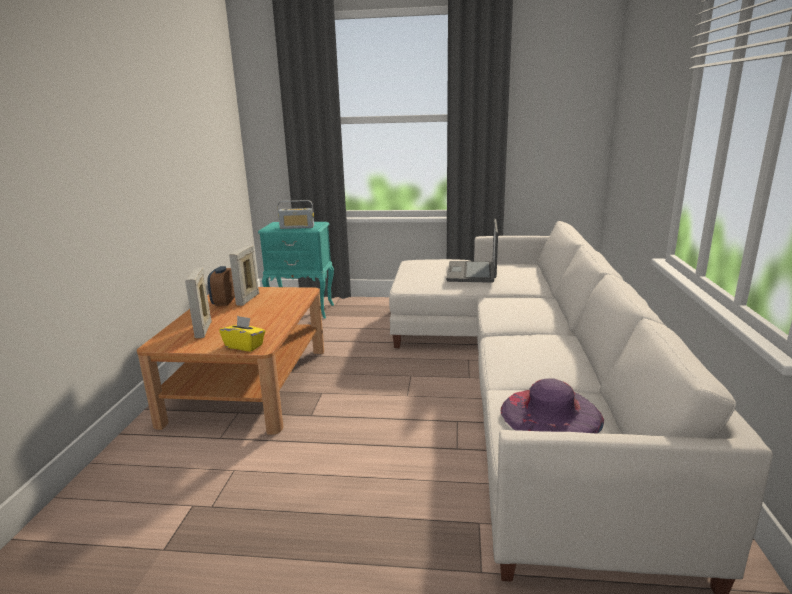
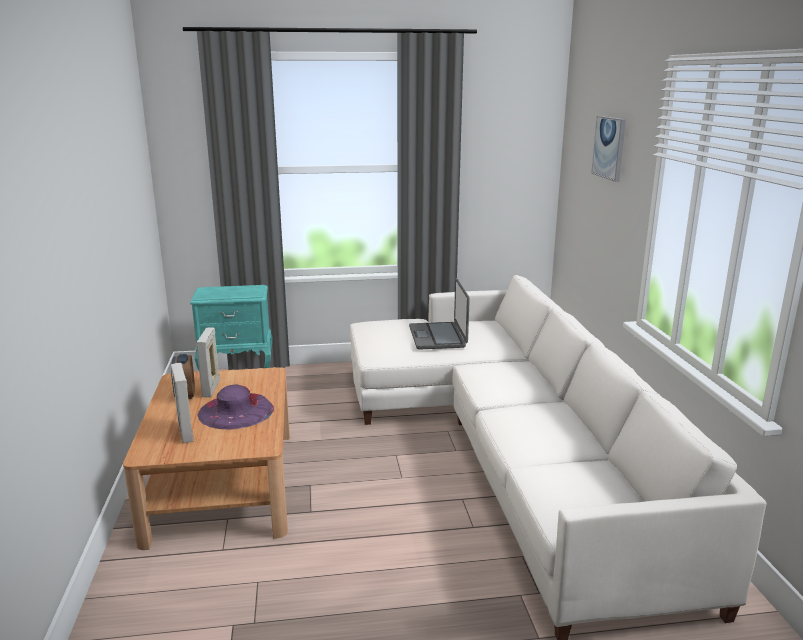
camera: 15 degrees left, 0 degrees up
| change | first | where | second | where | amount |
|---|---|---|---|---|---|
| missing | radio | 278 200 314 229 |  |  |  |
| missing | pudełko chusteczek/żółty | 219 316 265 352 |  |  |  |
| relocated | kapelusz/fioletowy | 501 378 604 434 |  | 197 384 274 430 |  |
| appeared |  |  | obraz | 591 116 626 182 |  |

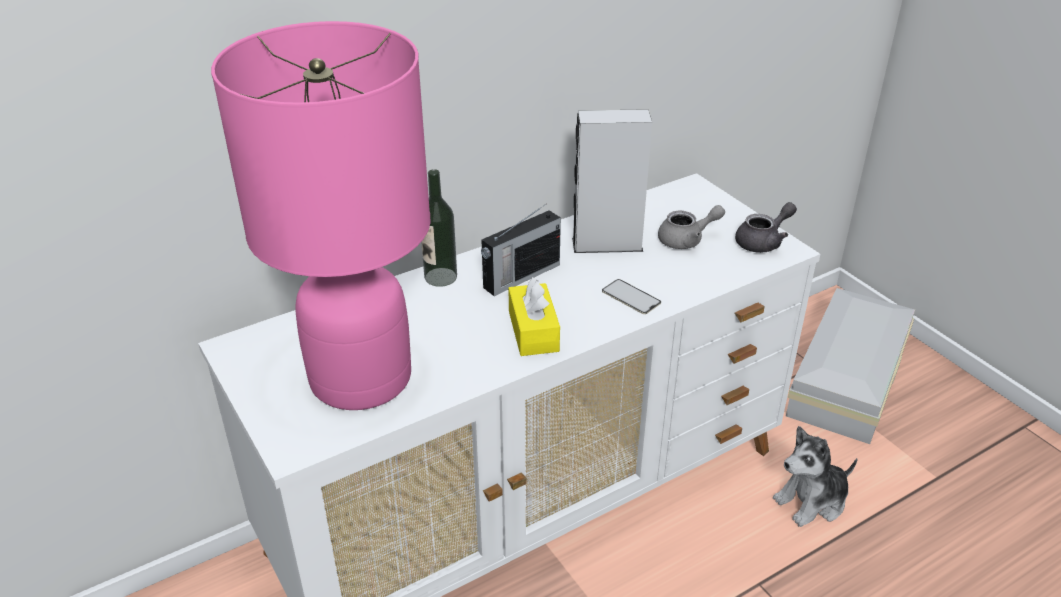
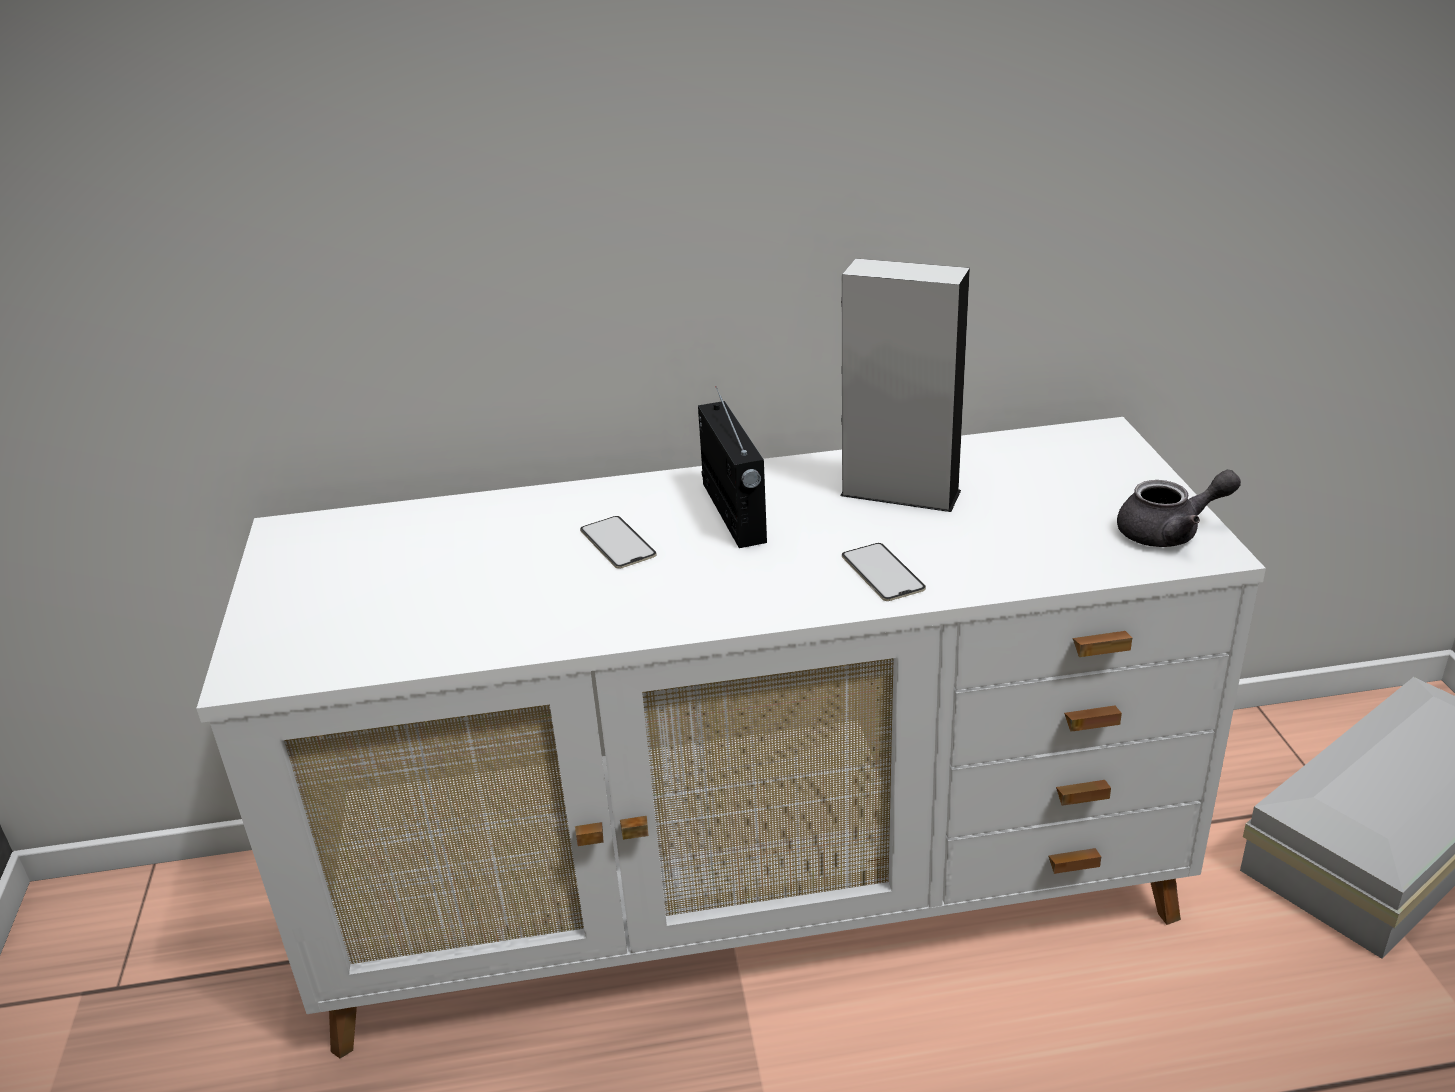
camera: 25 degrees right, 5 degrees down
| change | first | where | second | where | amount |
|---|---|---|---|---|---|
| missing | lampa stołowa/różowy | 211 21 430 410 |  |  |  |
| missing | butelka | 421 169 457 287 |  |  |  |
| spun | radio | 481 203 561 296 |  | 698 386 767 548 | 90 degrees counterclockwise |
| missing | imbryk/szary | 658 205 725 249 |  |  |  |
| missing | pudełko chusteczek/żółty | 508 277 560 356 |  |  |  |
| missing | pluszak | 773 426 858 527 |  |  |  |
| appeared |  |  | telefon | 580 516 657 569 |  |

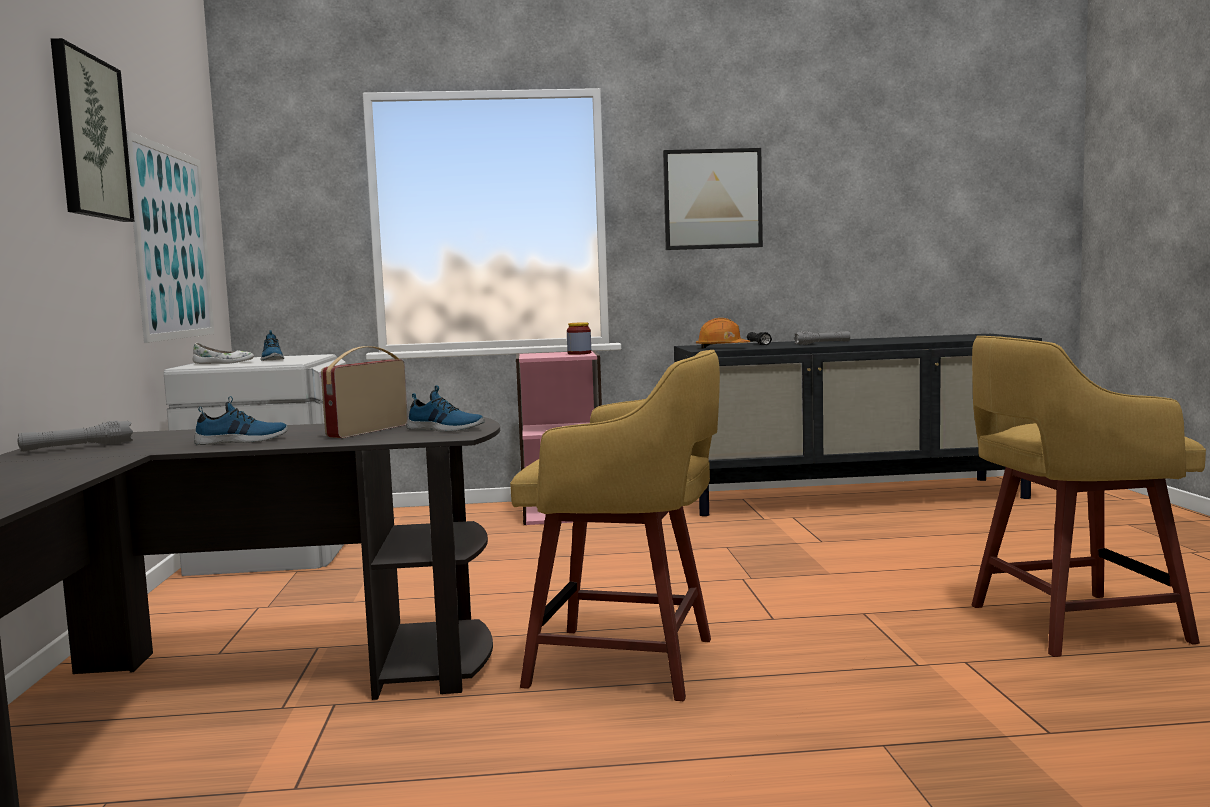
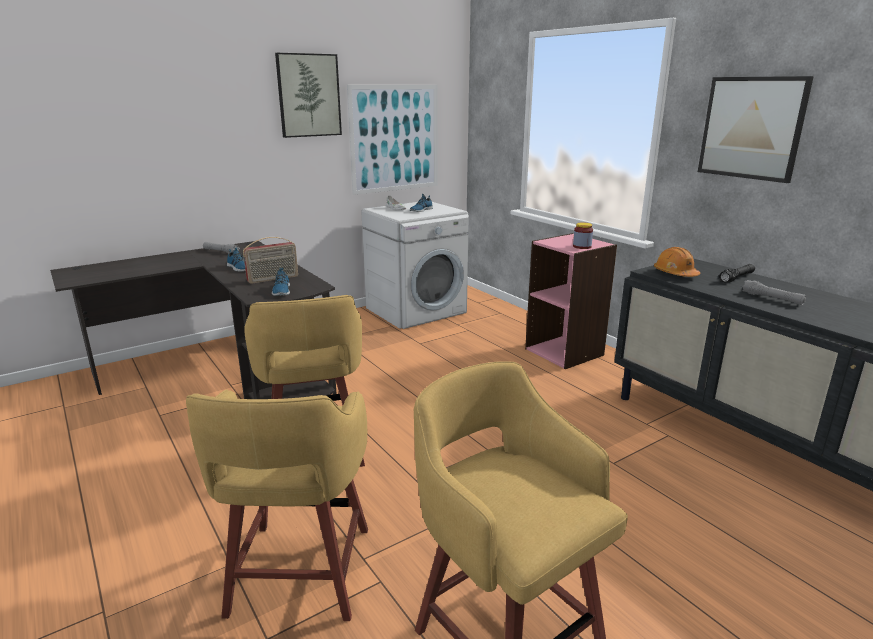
camera: 60 degrees right, 15 degrees up
| change | first | where | second | where | amount |
|---|---|---|---|---|---|
| spun | radio | 321 346 408 438 |  | 243 237 298 284 | 150 degrees clockwise |
| appeared |  |  | stołek/żółty | 186 390 368 621 |  |

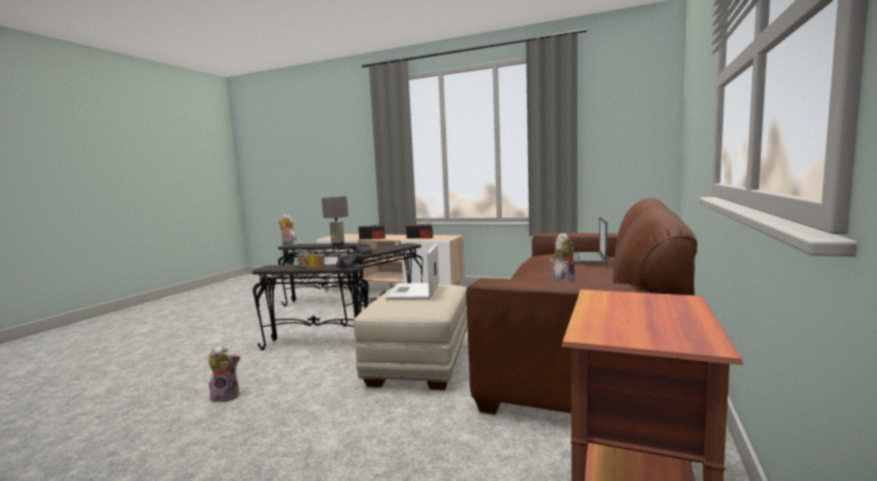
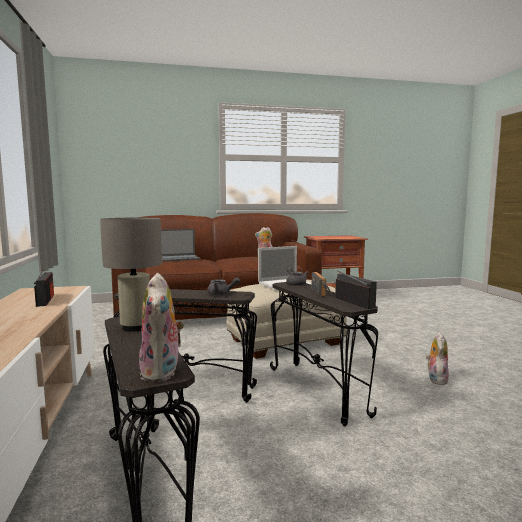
camera: 125 degrees left, 0 degrees up
| change | first | where | second | where | amount |
|---|---|---|---|---|---|
| relocated | radio | 358 224 385 239 |  | 335 270 377 309 |  |
| spun | pluszak | 208 346 240 403 |  | 426 332 449 385 | 60 degrees clockwise |

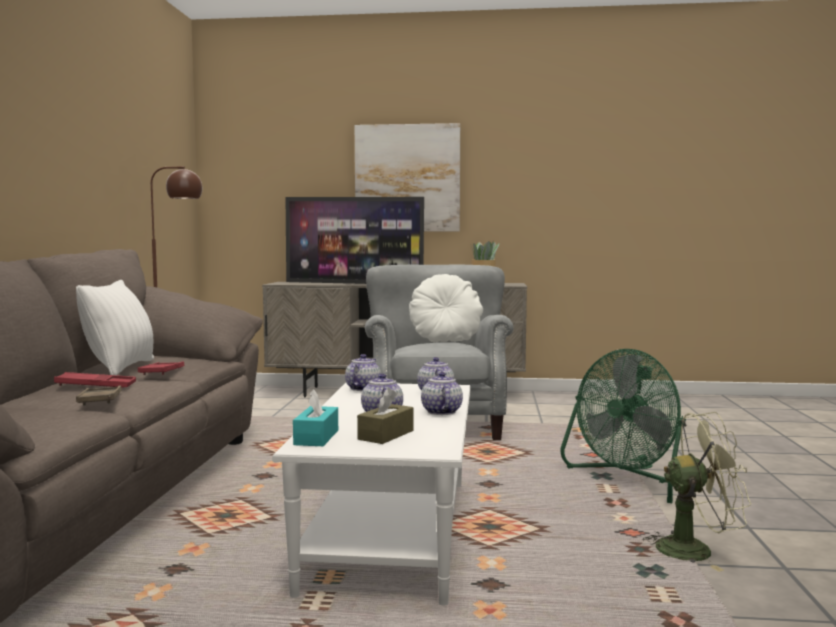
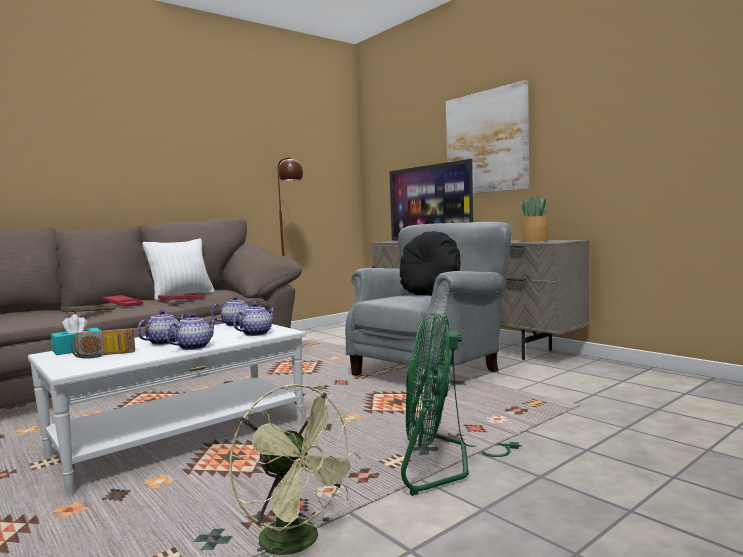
camera: 45 degrees right, 0 degrees up
| change | first | where | second | where | amount |
|---|---|---|---|---|---|
| colour | poduszka/biały | 409 274 483 342 | poduszka/czarny | 400 231 461 296 |  |
| exchanged | pudełko chusteczek/brązowy | 357 388 414 444 | radio | 71 328 135 359 |  |

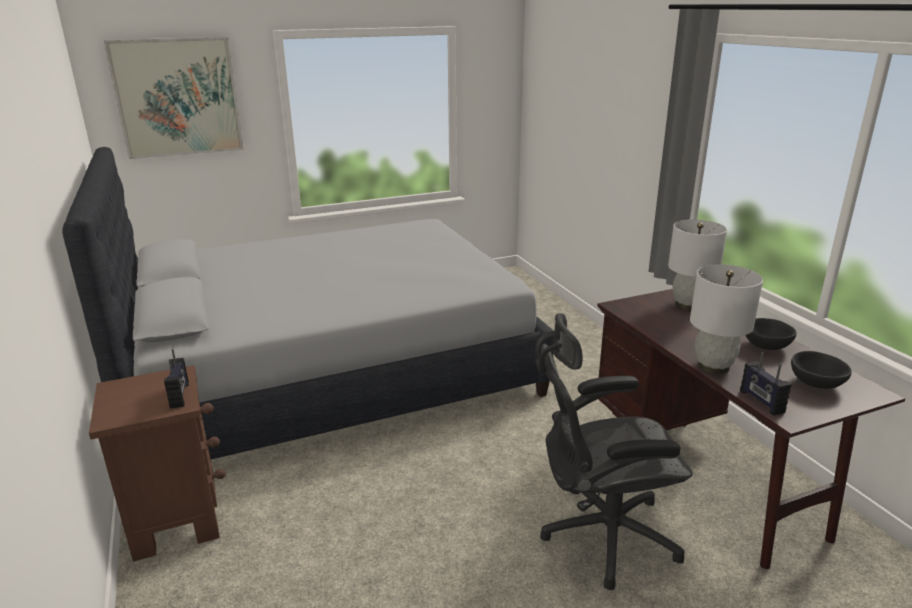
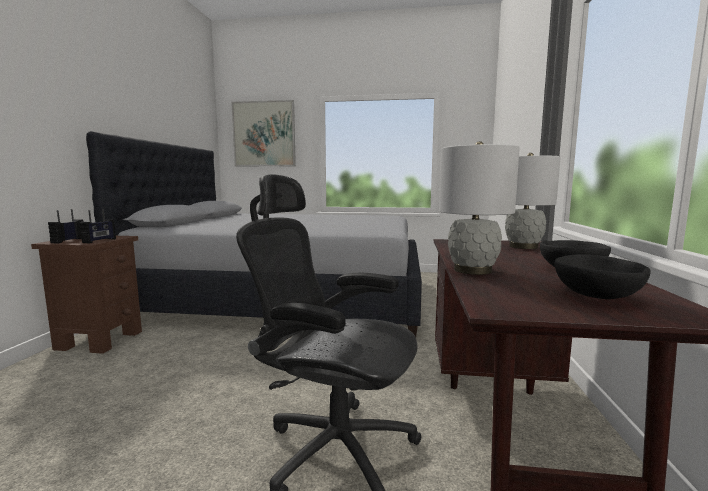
camera: 30 degrees right, 15 degrees down
| change | first | where | second | where | amount |
|---|---|---|---|---|---|
| relocated | radio | 740 352 792 416 |  | 48 209 83 243 |  |

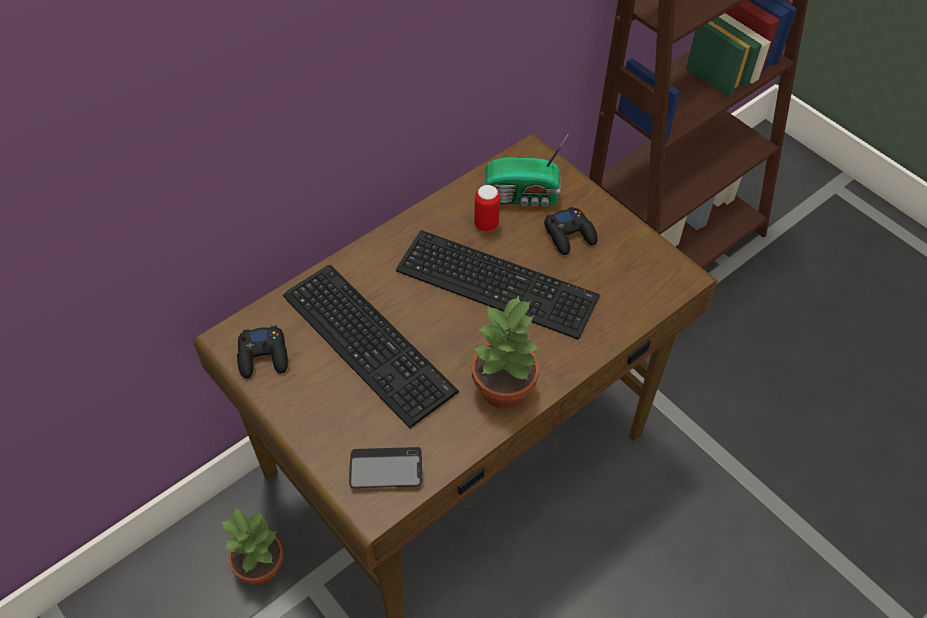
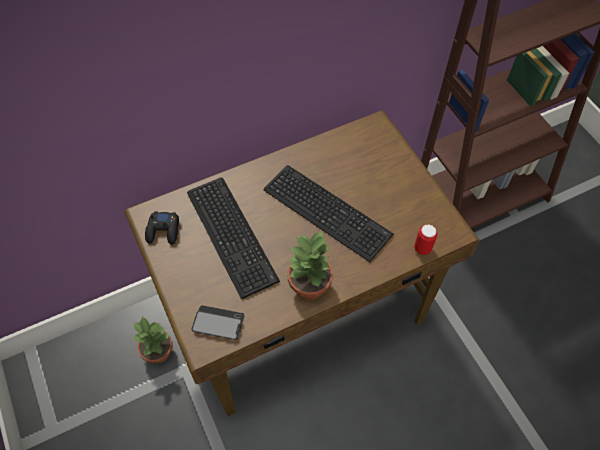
camera: 15 degrees right, 5 degrees up
| change | first | where | second | where | amount |
|---|---|---|---|---|---|
| missing | radio | 485 133 569 206 |  |  |  |
| relocated | puszka | 474 185 500 231 |  | 414 224 438 255 |  |
| missing | pad do gier/czarny | 544 207 598 255 |  |  |  |

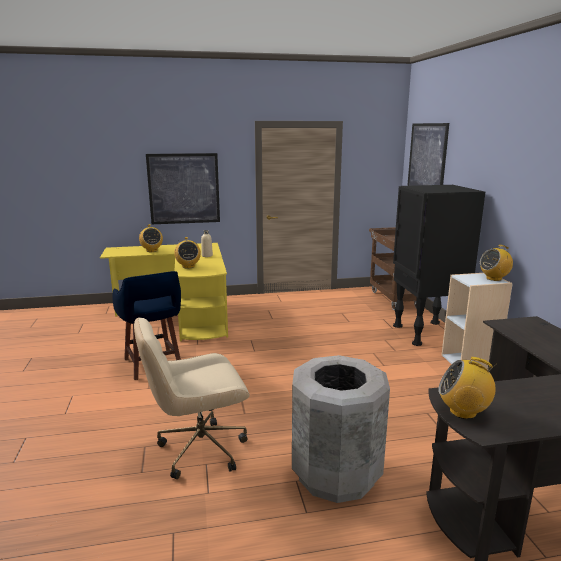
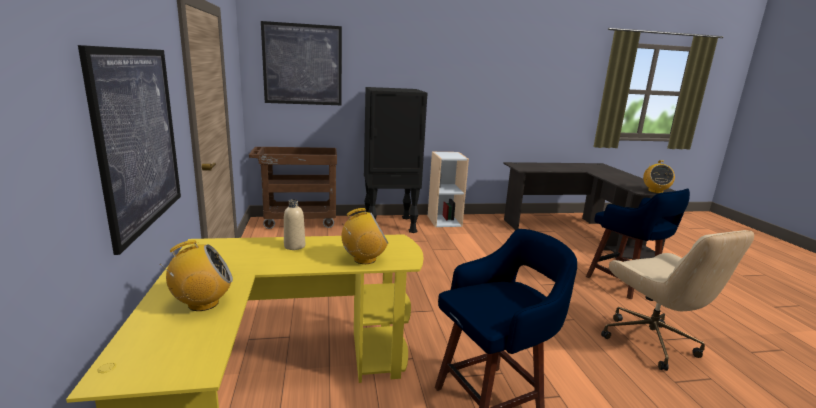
camera: 90 degrees left, 0 degrees up
| change | first | where | second | where | amount |
|---|---|---|---|---|---|
| missing | radio | 480 245 513 281 |  |  |  |
| exchanged | kosz na śmieci/szary | 292 355 390 503 | stołek/niebieski | 586 188 690 299 |  |

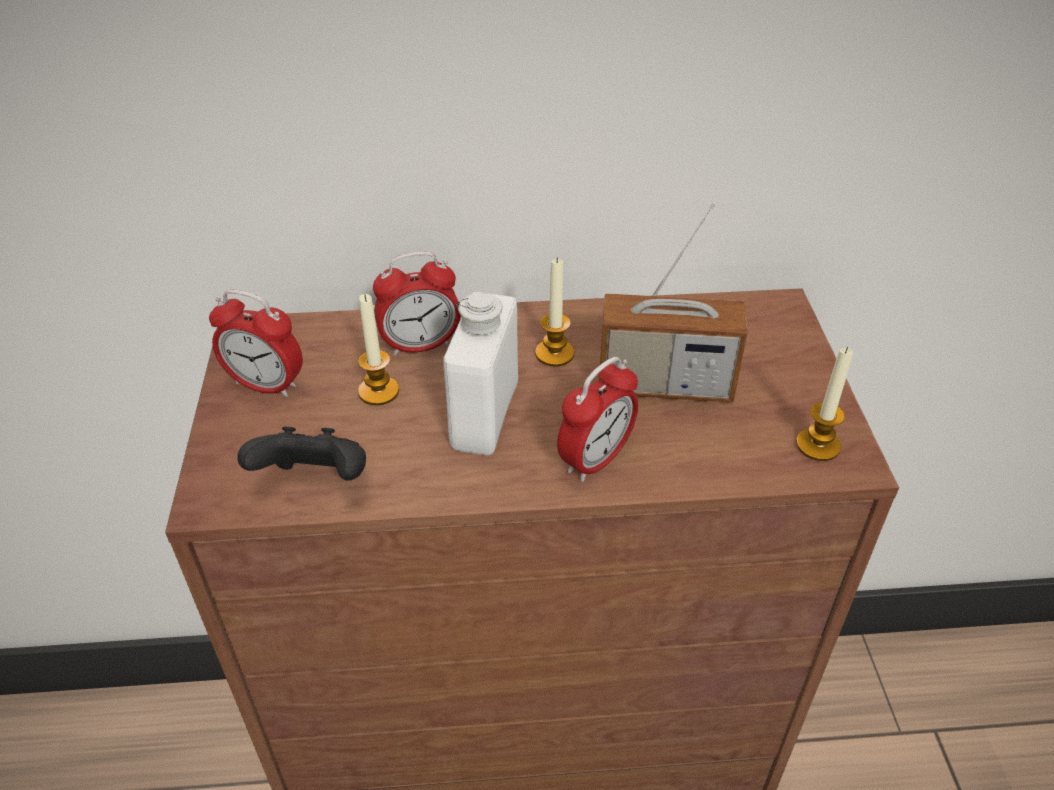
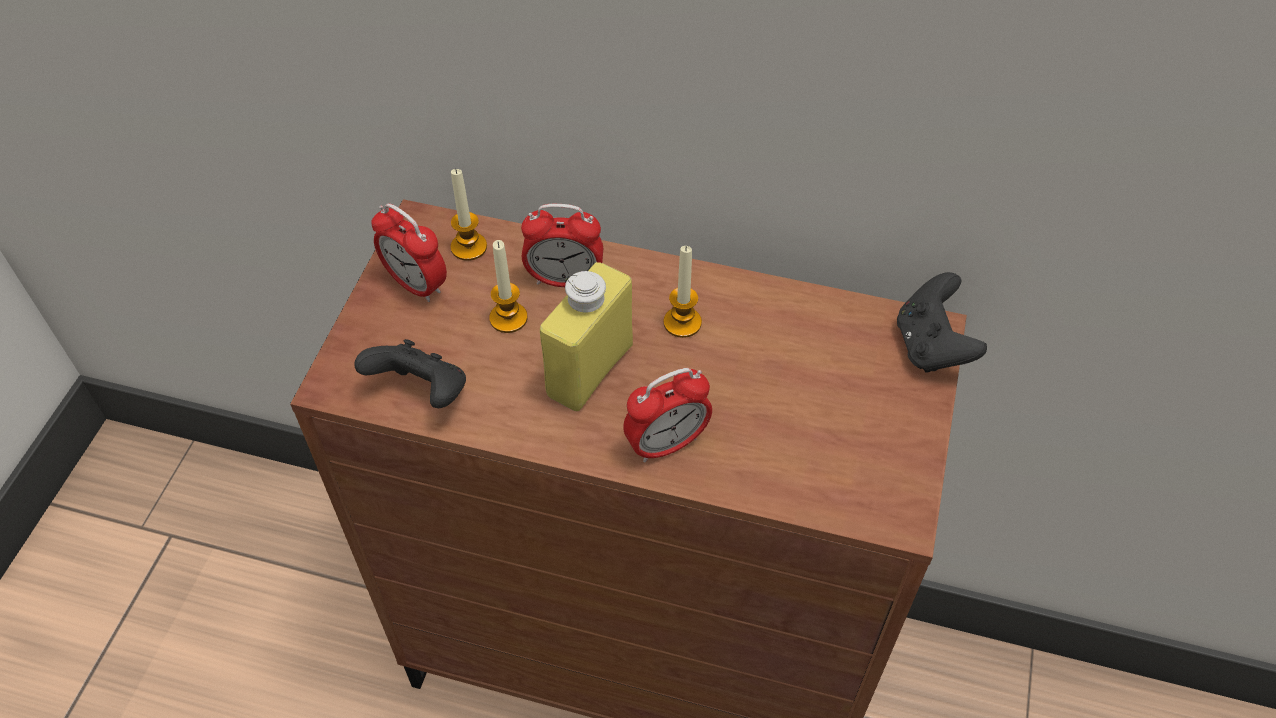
camera: 20 degrees right, 10 degrees up
| change | first | where | second | where | amount |
|---|---|---|---|---|---|
| missing | radio | 599 202 748 403 |  |  |  |
| colour | butelka/biały | 443 292 518 455 | butelka/żółty | 540 262 633 411 |  |
| relocated | świeca | 796 347 853 461 |  | 451 168 487 261 |  |
| appeared |  |  | pad do gier/czarny | 897 272 987 373 |  |

